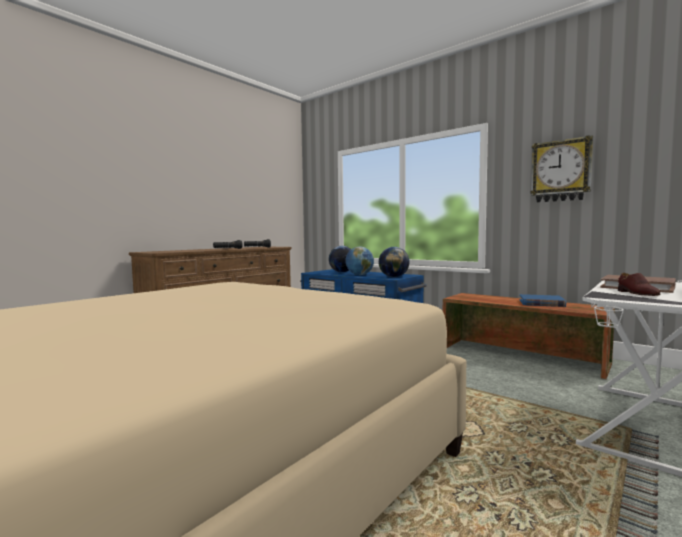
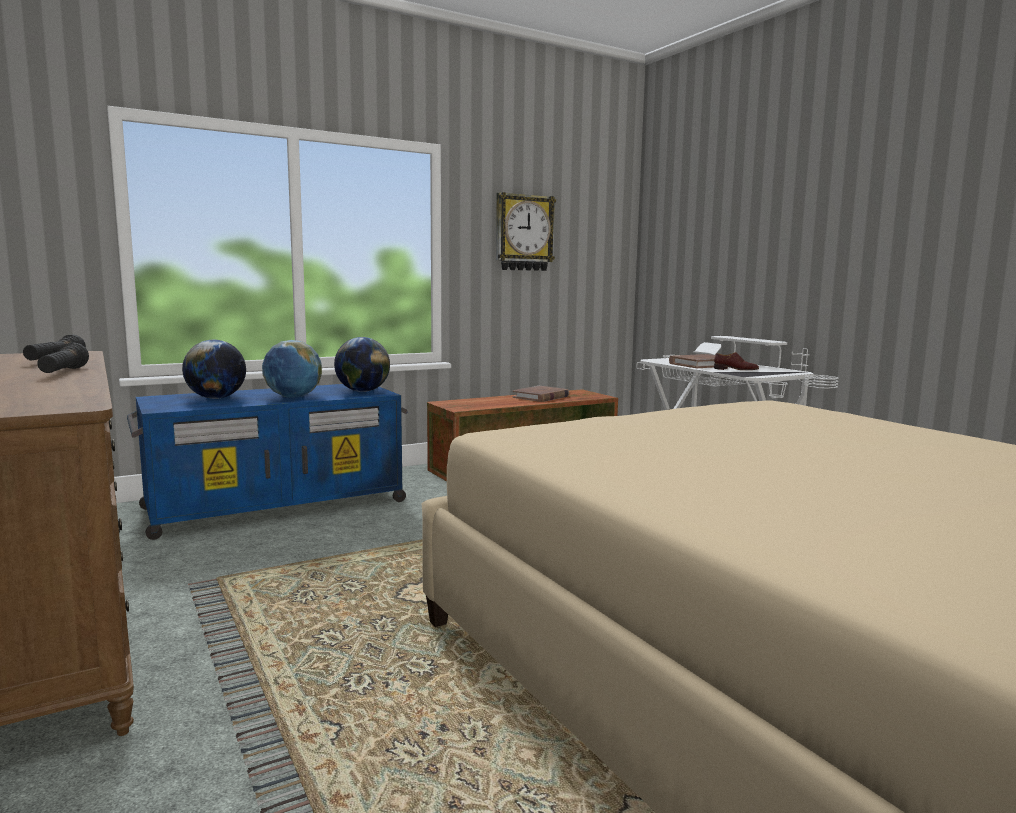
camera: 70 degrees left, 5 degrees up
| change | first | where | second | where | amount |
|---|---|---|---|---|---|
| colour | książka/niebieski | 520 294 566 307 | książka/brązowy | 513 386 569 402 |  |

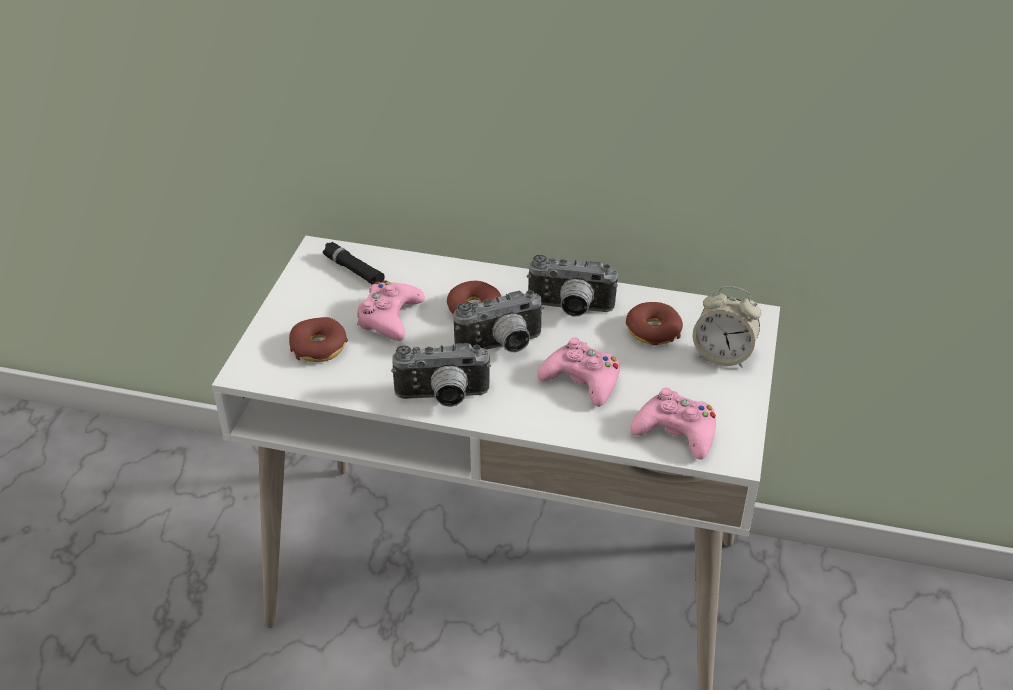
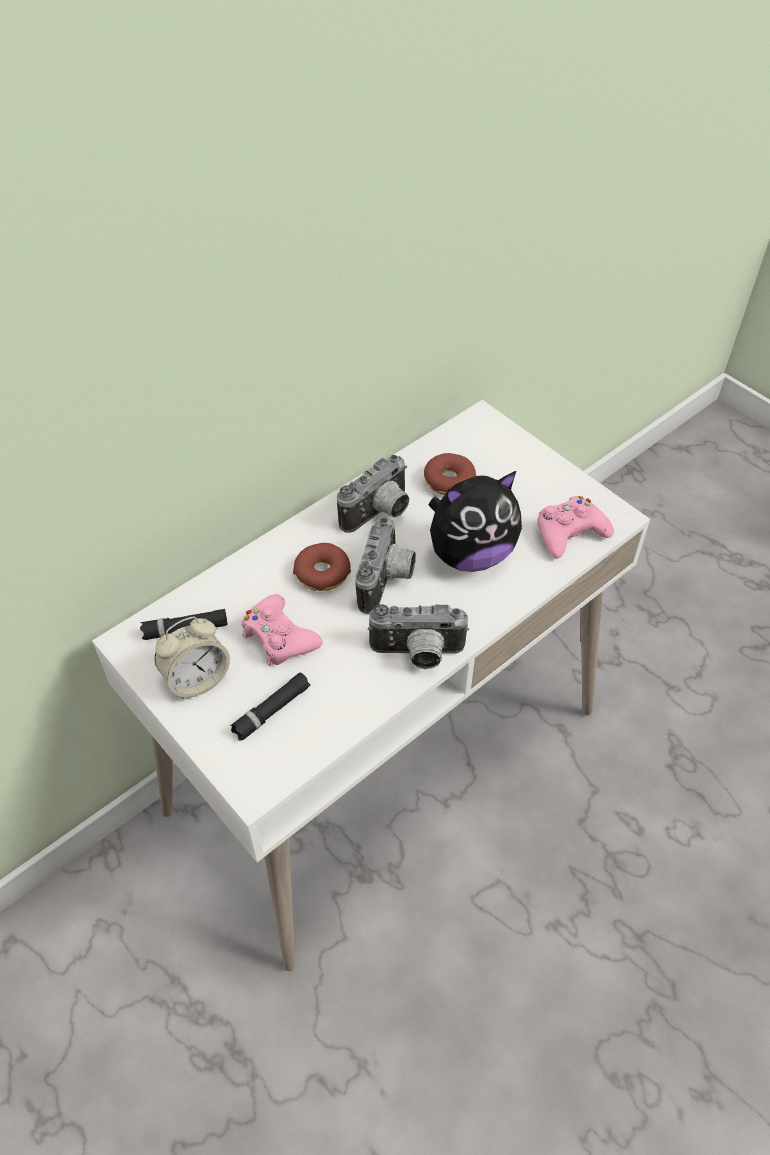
camera: 55 degrees left, 10 degrees up
| change | first | where | second | where | amount |
|---|---|---|---|---|---|
| relocated | budzik | 693 286 761 368 |  | 155 616 230 699 |  |
| exchanged | donut | 289 317 348 362 | latarka/czarny | 230 672 310 741 |  |
| exchanged | pad do gier/różowy | 537 337 620 407 | pluszak | 428 471 522 572 |  |
| spun | aparat fotograficzny | 391 343 491 407 |  | 368 604 469 669 | 60 degrees clockwise |

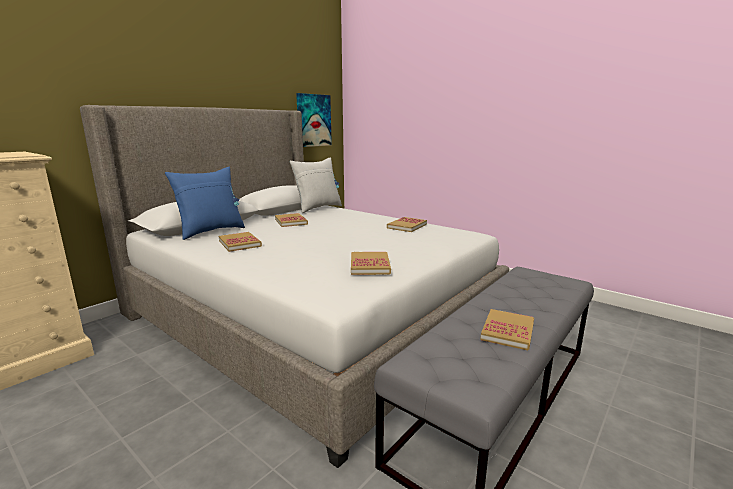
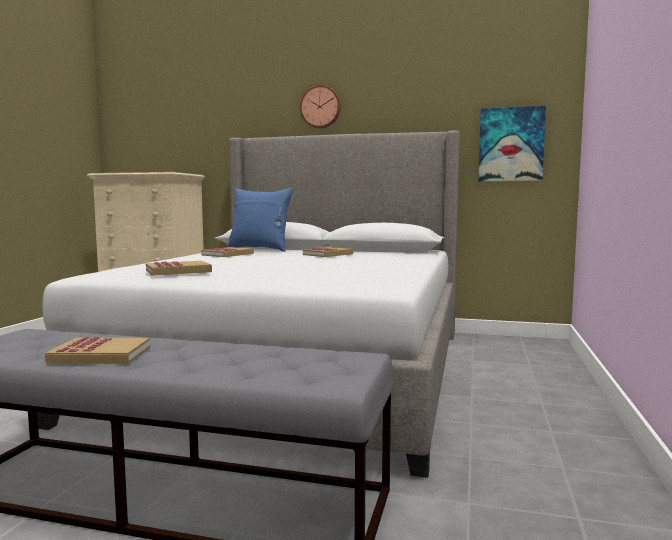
camera: 65 degrees right, 10 degrees down
| change | first | where | second | where | amount |
|---|---|---|---|---|---|
| missing | poduszka/szary | 290 157 342 213 |  |  |  |
| missing | książka | 387 217 427 232 |  |  |  |
| appeared |  |  | zegar ścienny | 300 85 341 128 |  |

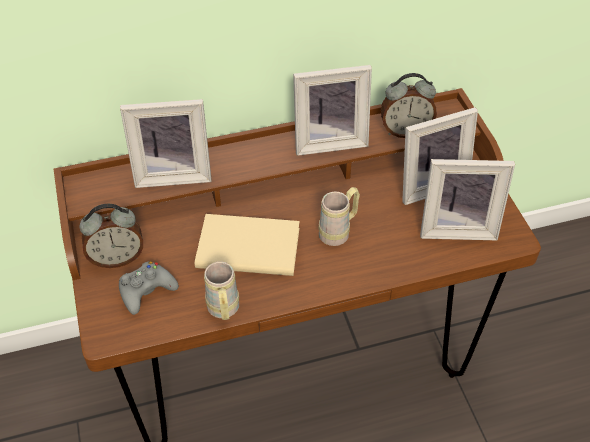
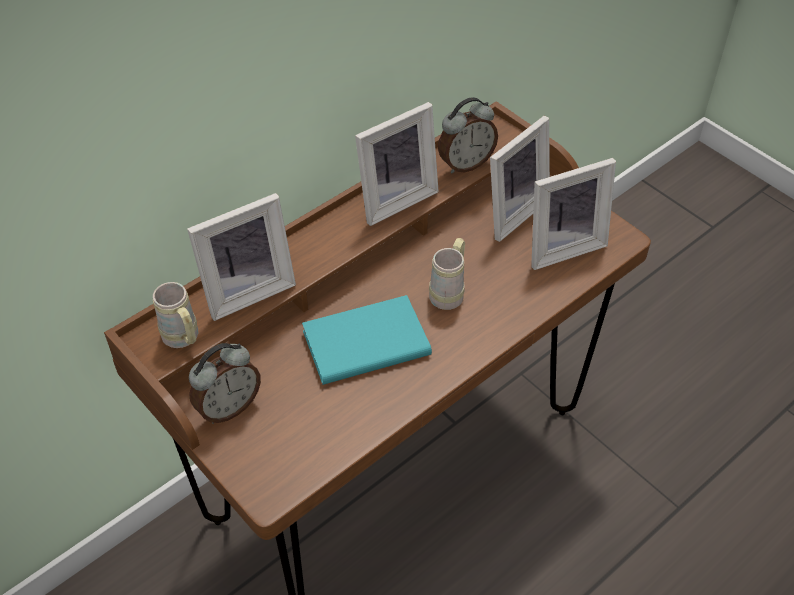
camera: 25 degrees left, 0 degrees up
| change | first | where | second | where | amount |
|---|---|---|---|---|---|
| colour | książka/beżowy | 195 214 300 276 | książka/turkusowy | 302 295 432 385 |  |
| missing | pad do gier/szary | 119 261 179 315 |  |  |  |
| relocated | kubek/beżowy | 204 262 239 320 |  | 153 282 198 348 |  |

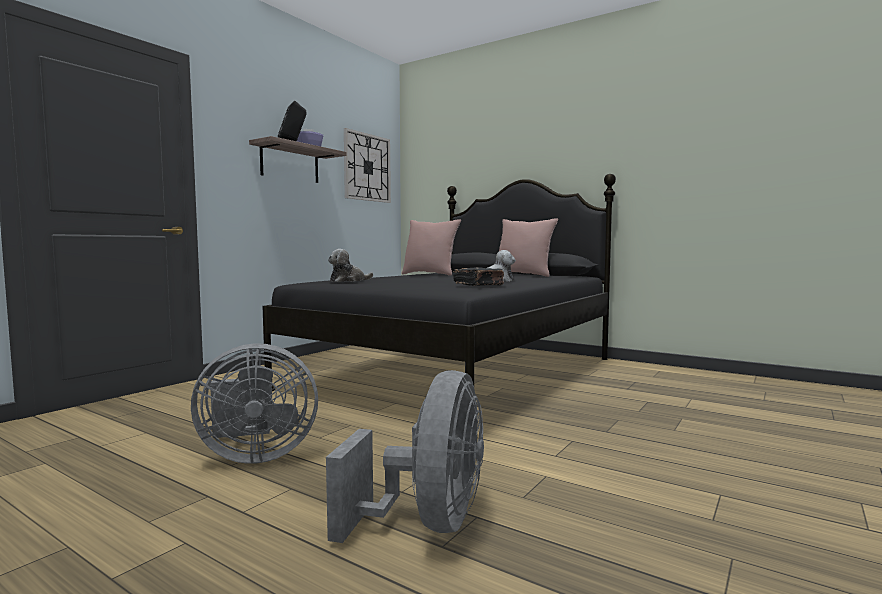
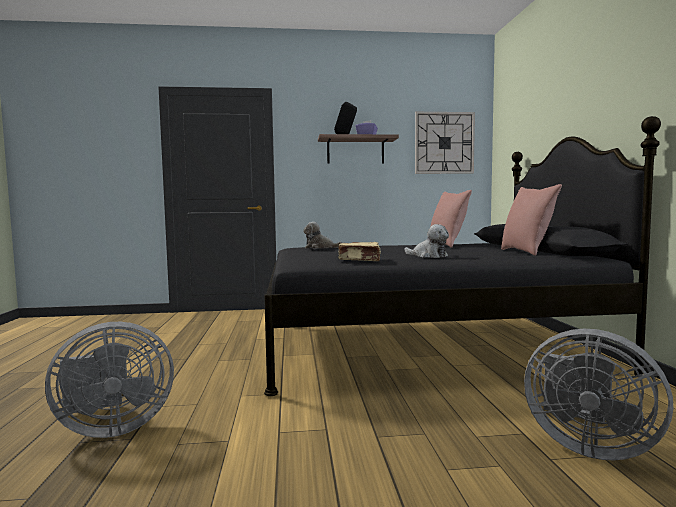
camera: 50 degrees right, 0 degrees up
| change | first | where | second | where | amount |
|---|---|---|---|---|---|
| colour | książka/czarny | 453 267 504 286 | książka/beżowy | 338 242 380 261 |  |
| relocated | wentylator/szary | 191 343 318 464 |  | 524 329 673 461 |  |

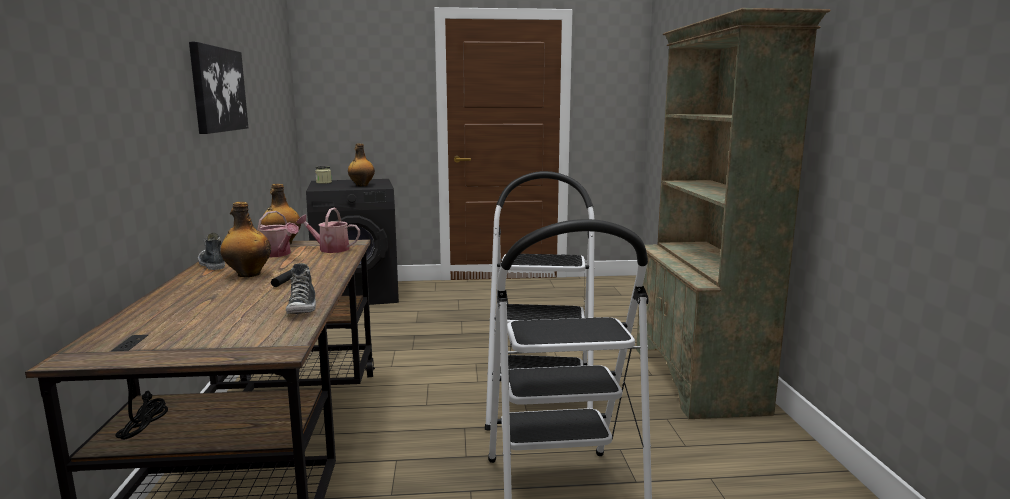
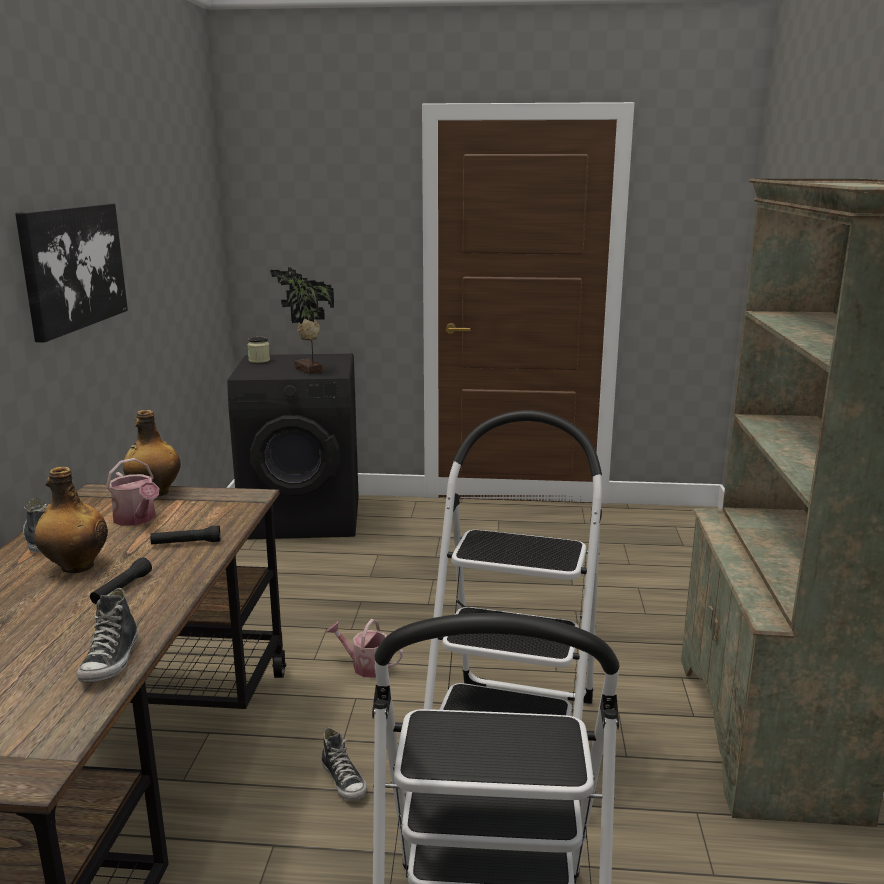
camera: 10 degrees right, 5 degrees up
| change | first | where | second | where | amount |
|---|---|---|---|---|---|
| exchanged | butelka | 348 144 375 186 | roślina doniczkowa | 271 267 334 374 |  |
| relocated | konewka | 296 208 360 253 |  | 326 619 403 678 |  |
| appeared |  |  | latarka/czarny | 150 526 220 545 |  |
| appeared |  |  | but | 321 727 367 800 |  |

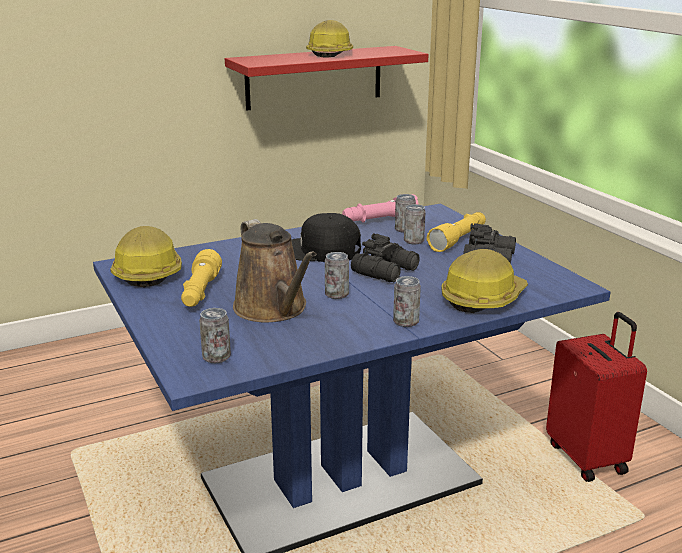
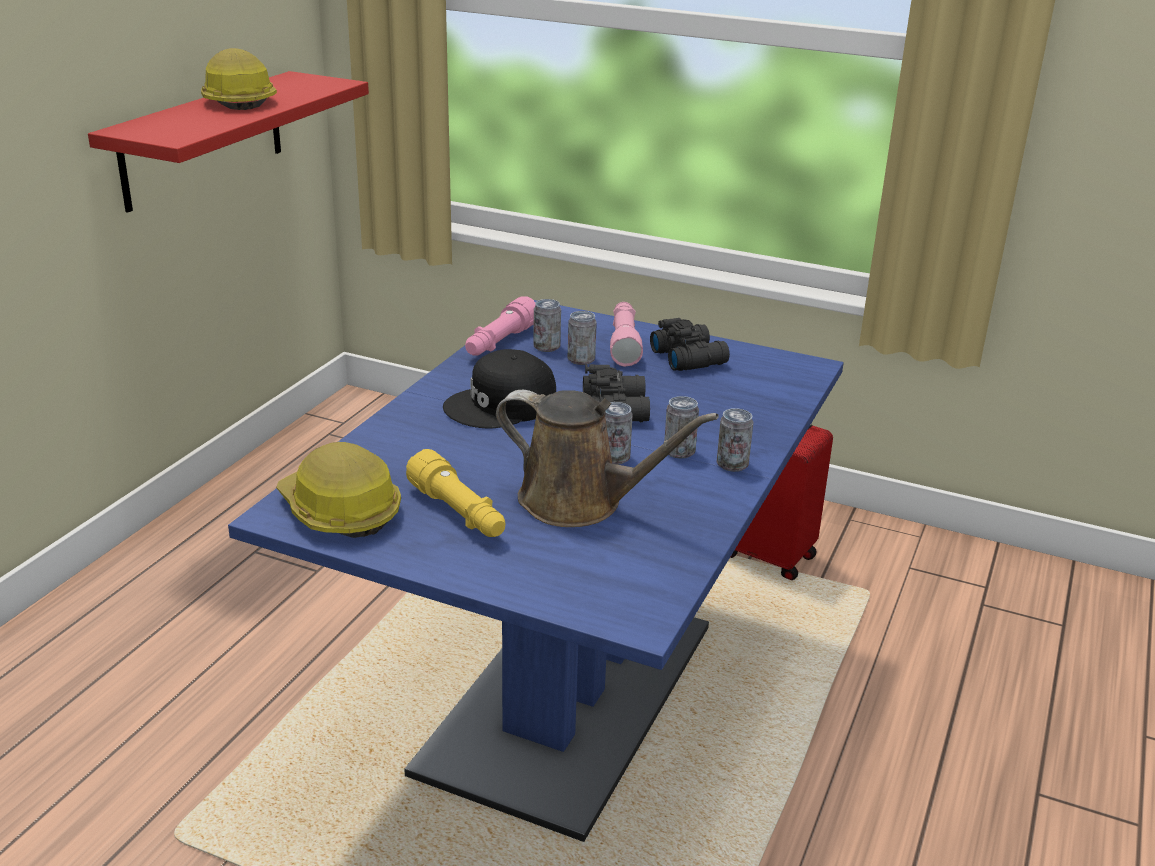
camera: 40 degrees left, 5 degrees up
| change | first | where | second | where | amount |
|---|---|---|---|---|---|
| colour | latarka/żółty | 427 212 486 252 | latarka/różowy | 610 302 643 367 |  |
| missing | kask | 441 249 528 313 |  |  |  |
| relocated | puszka | 199 308 231 363 |  | 664 396 699 459 |  |

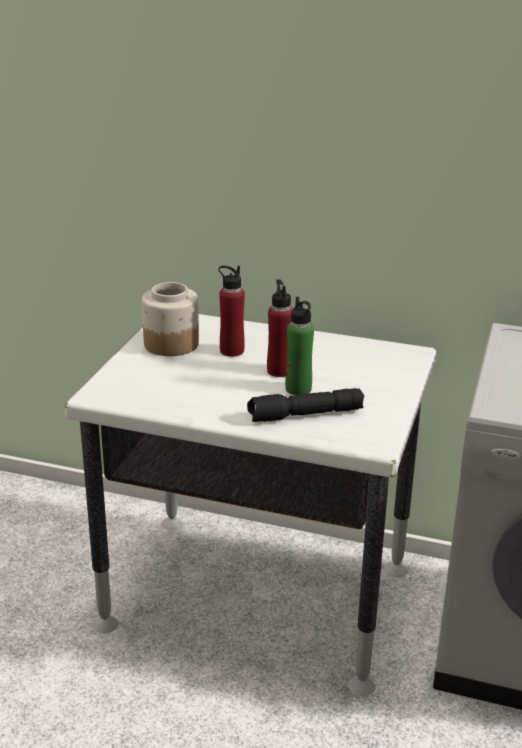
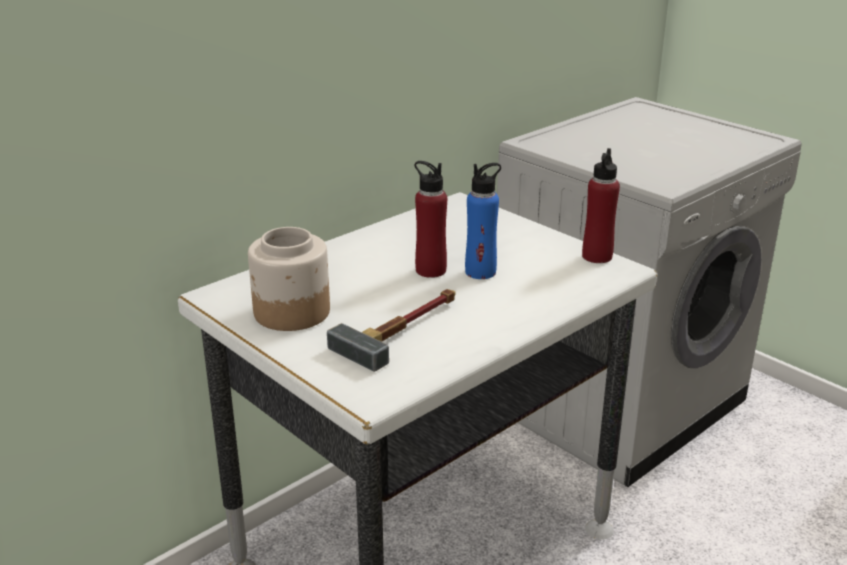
camera: 60 degrees left, 0 degrees up
| change | first | where | second | where | amount |
|---|---|---|---|---|---|
| relocated | butelka/czerwony | 218 266 245 357 |  | 582 148 620 263 |  |
| colour | butelka/zielony | 285 297 314 395 | butelka/niebieski | 465 163 501 279 |  |
| missing | latarka/czarny | 247 388 364 422 |  |  |  |
| appeared |  |  | młotek | 327 289 456 372 |  |

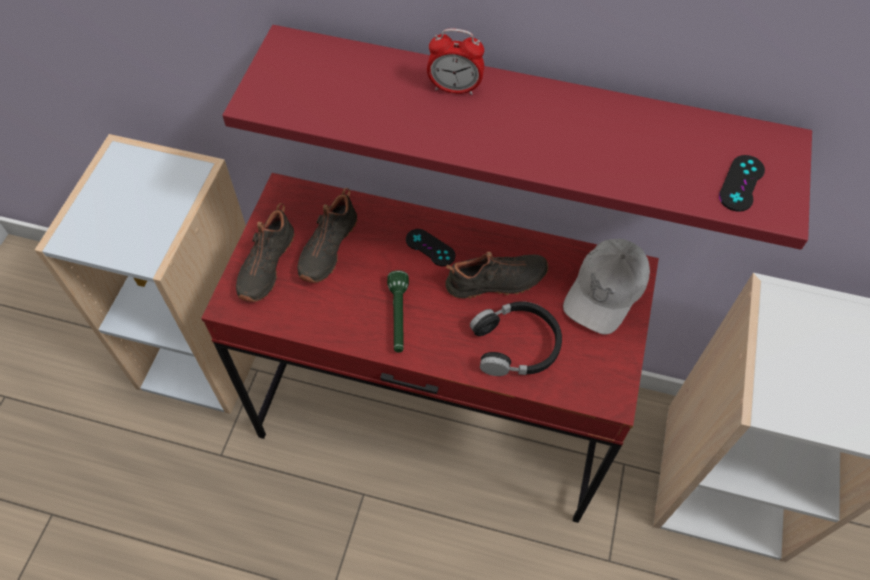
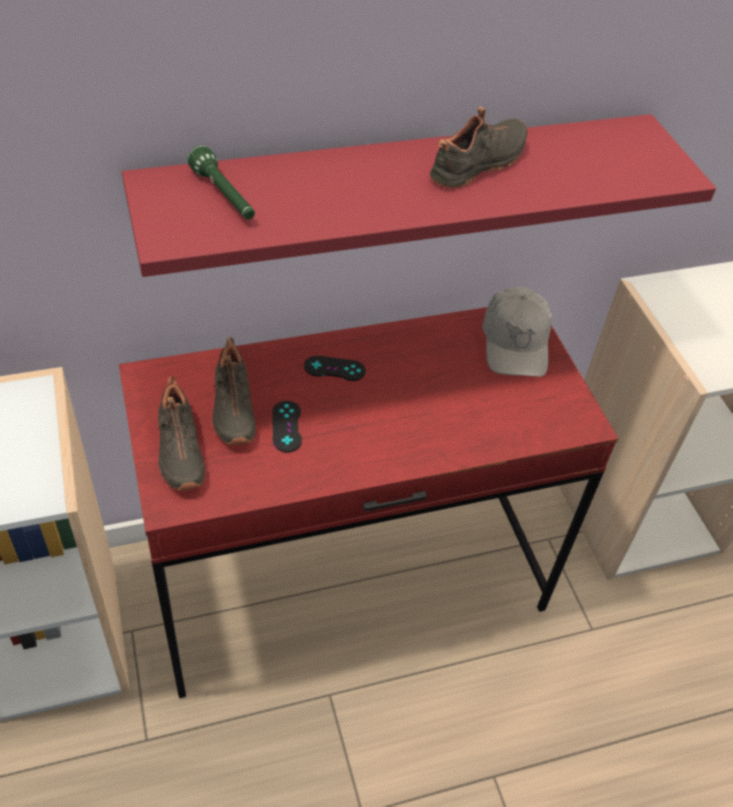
camera: 35 degrees left, 10 degrees down
| change | first | where | second | where | amount |
|---|---|---|---|---|---|
| missing | budzik | 427 28 484 95 |  |  |  |
| relocated | pad do gier/czarny | 719 155 765 212 |  | 272 401 302 452 |  |
| relocated | but/czarny | 445 252 548 299 |  | 430 106 527 188 |  |
| relocated | latarka/zielony | 387 270 409 353 |  | 187 145 255 219 |  |
| missing | słuchawki/czarny | 470 301 562 376 |  |  |  |

